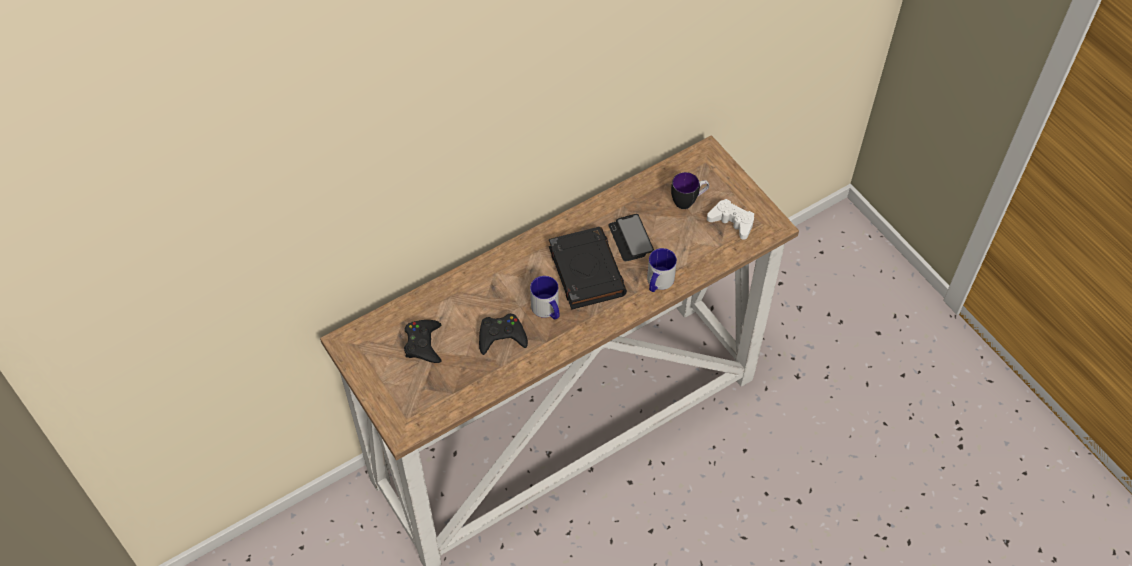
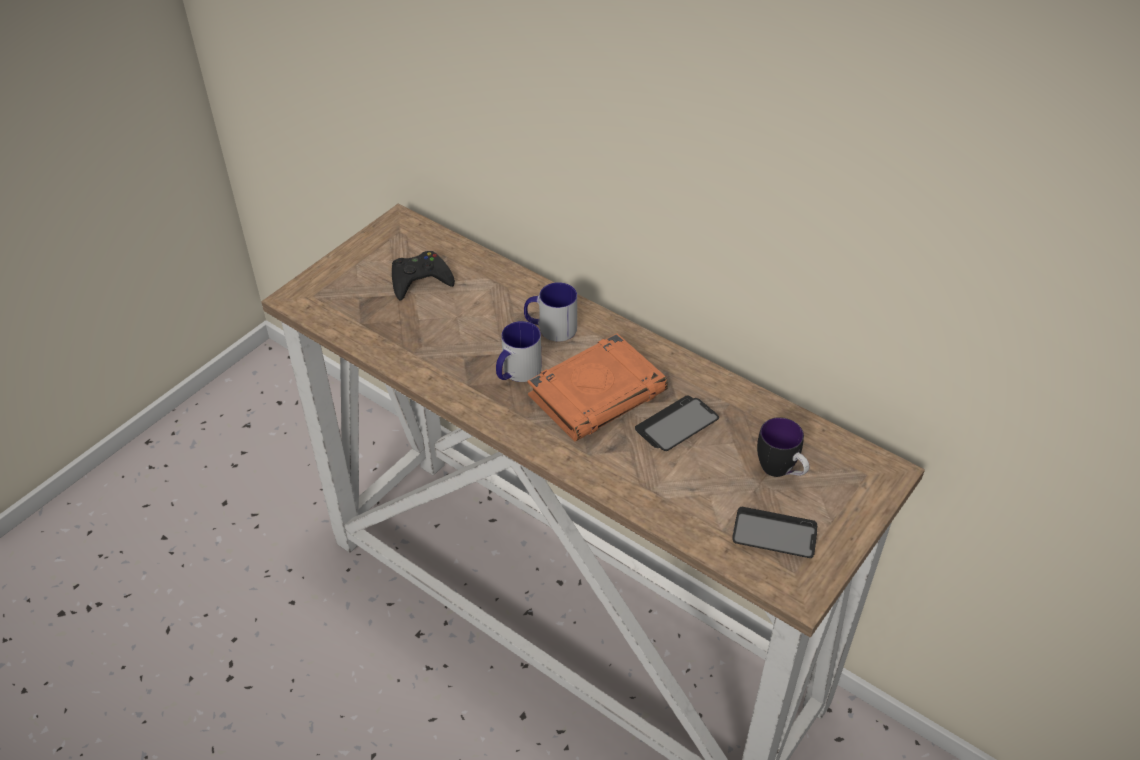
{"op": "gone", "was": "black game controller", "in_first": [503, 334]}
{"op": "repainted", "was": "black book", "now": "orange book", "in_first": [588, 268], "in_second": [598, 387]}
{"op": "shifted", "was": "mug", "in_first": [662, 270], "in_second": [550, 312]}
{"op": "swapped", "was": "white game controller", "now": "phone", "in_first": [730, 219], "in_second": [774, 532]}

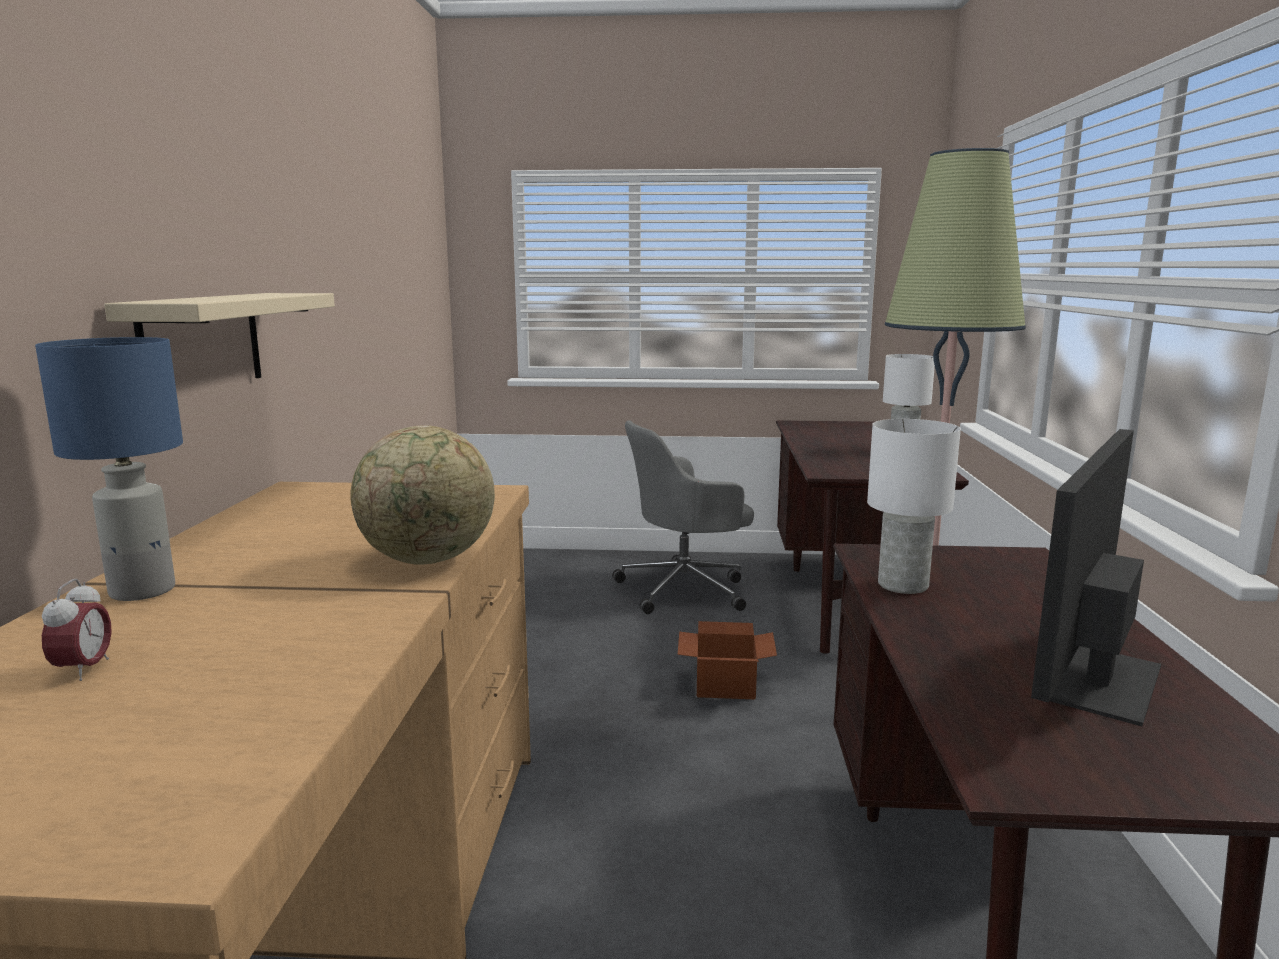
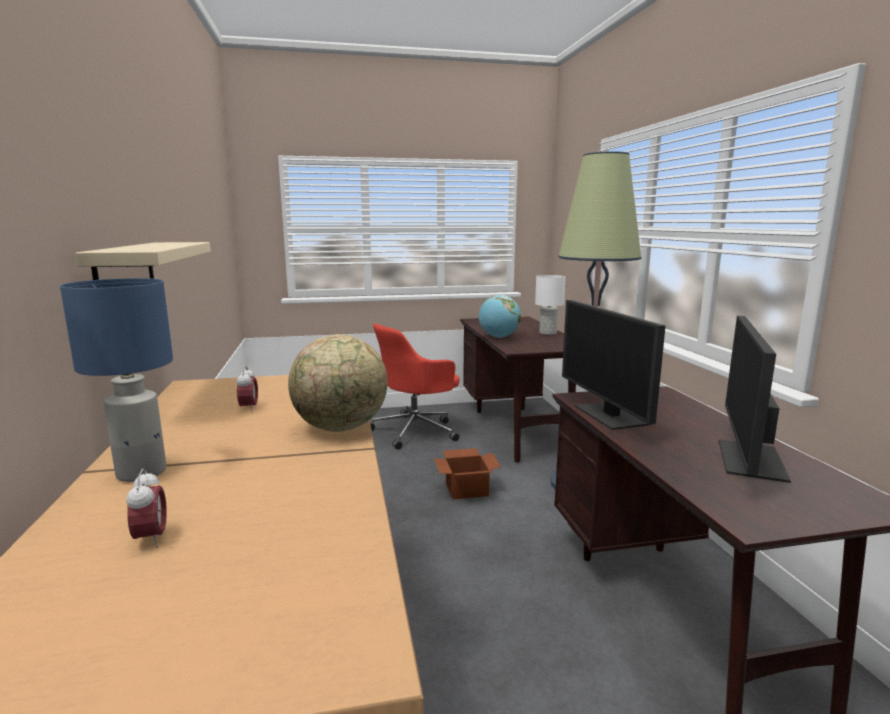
{"op": "repainted", "was": "grey office chair", "now": "red office chair", "in_first": [683, 517], "in_second": [415, 386]}
{"op": "swapped", "was": "white table lamp", "now": "monitor", "in_first": [914, 506], "in_second": [614, 365]}
{"op": "new", "now": "alarm clock", "in_second": [247, 389]}
{"op": "new", "now": "globe", "in_second": [500, 316]}

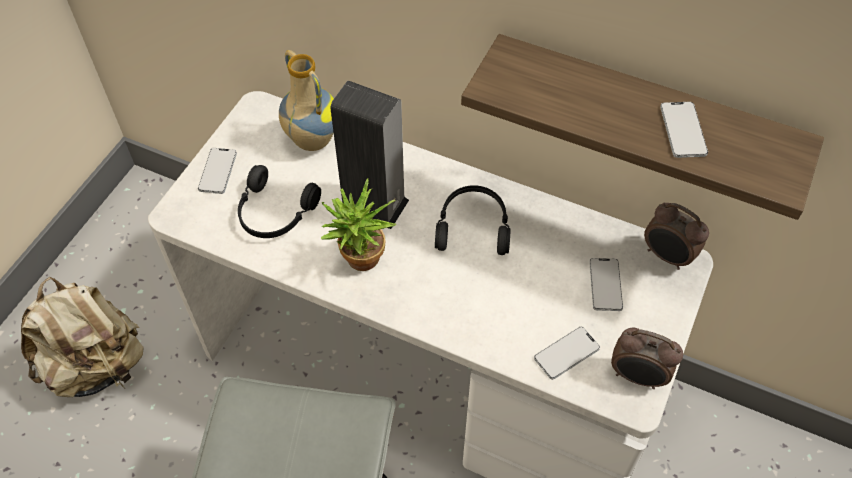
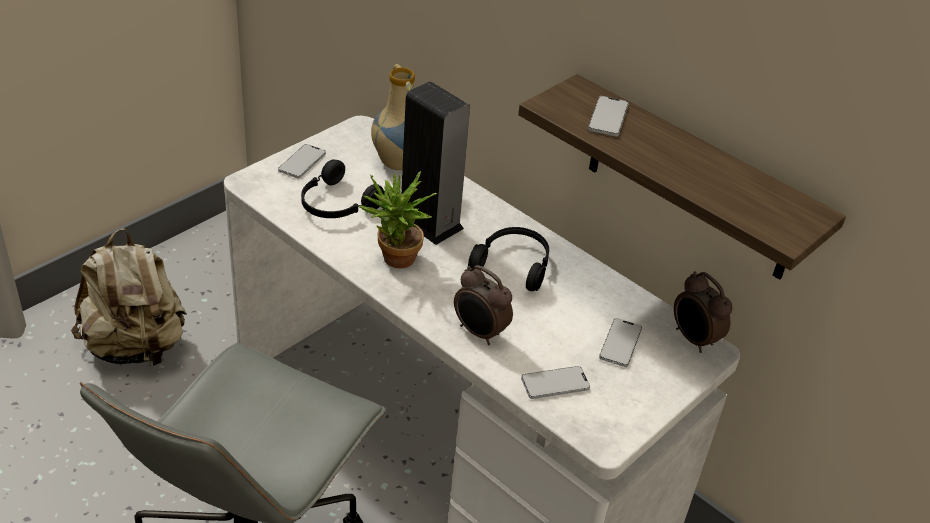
{"op": "shifted", "was": "alarm clock", "in_first": [647, 358], "in_second": [483, 305]}
{"op": "shifted", "was": "phone", "in_first": [684, 130], "in_second": [608, 116]}

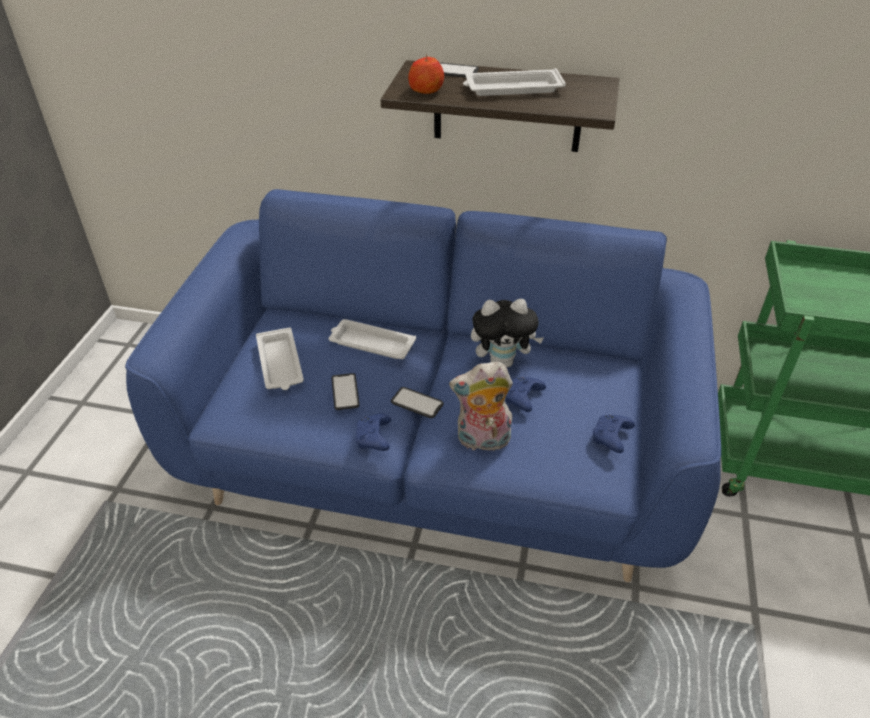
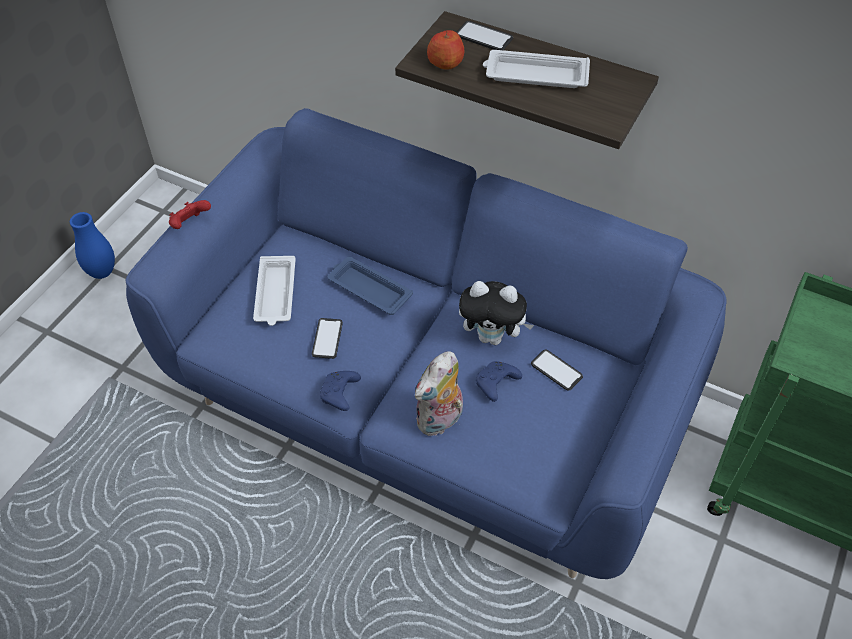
{"op": "repainted", "was": "white tray", "now": "blue tray", "in_first": [372, 339], "in_second": [370, 286]}
{"op": "shifted", "was": "phone", "in_first": [417, 402], "in_second": [557, 370]}
{"op": "rotated", "was": "plush toy", "in_first": [481, 406], "in_second": [439, 394], "clockwise": -60}
{"op": "gone", "was": "blue game controller", "in_first": [614, 434]}
{"op": "new", "now": "blue vase", "in_second": [92, 245]}
{"op": "new", "now": "red game controller", "in_second": [190, 214]}

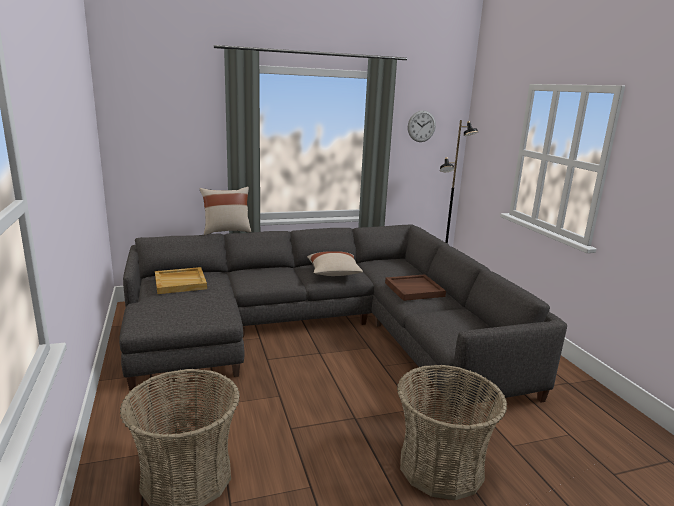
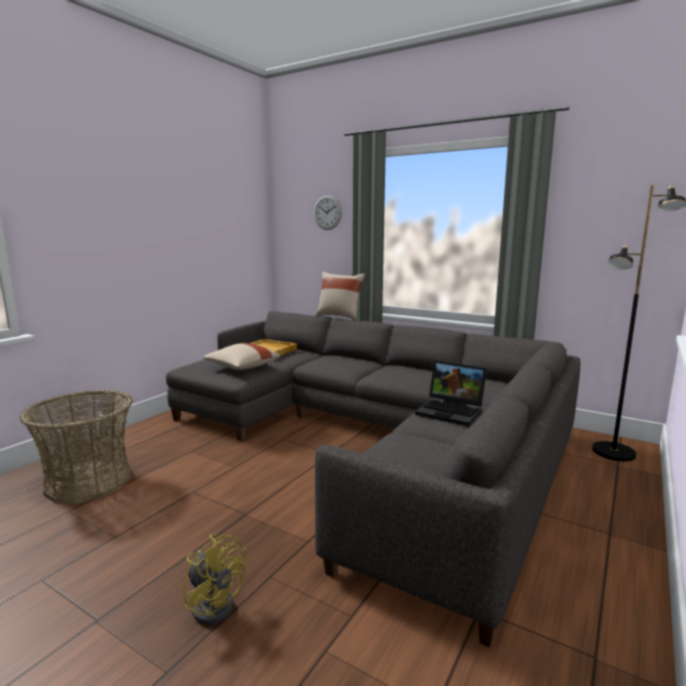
{"op": "shifted", "was": "beige pillow", "in_first": [335, 263], "in_second": [241, 356]}
{"op": "swapped", "was": "brown tray", "now": "laptop", "in_first": [415, 287], "in_second": [451, 393]}
{"op": "swapped", "was": "basket", "now": "yellow fan", "in_first": [452, 432], "in_second": [215, 579]}
{"op": "shifted", "was": "wall clock", "in_first": [422, 126], "in_second": [328, 212]}

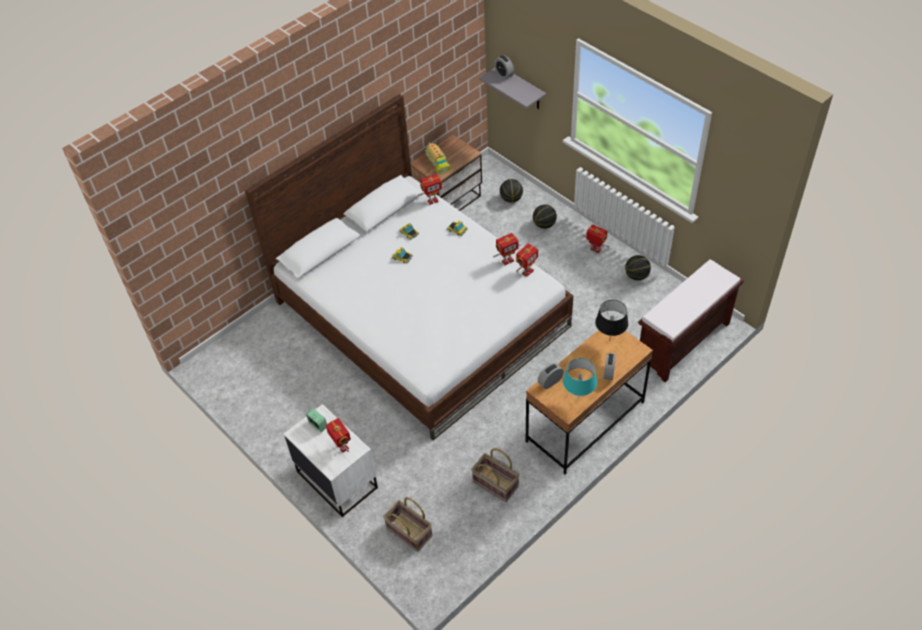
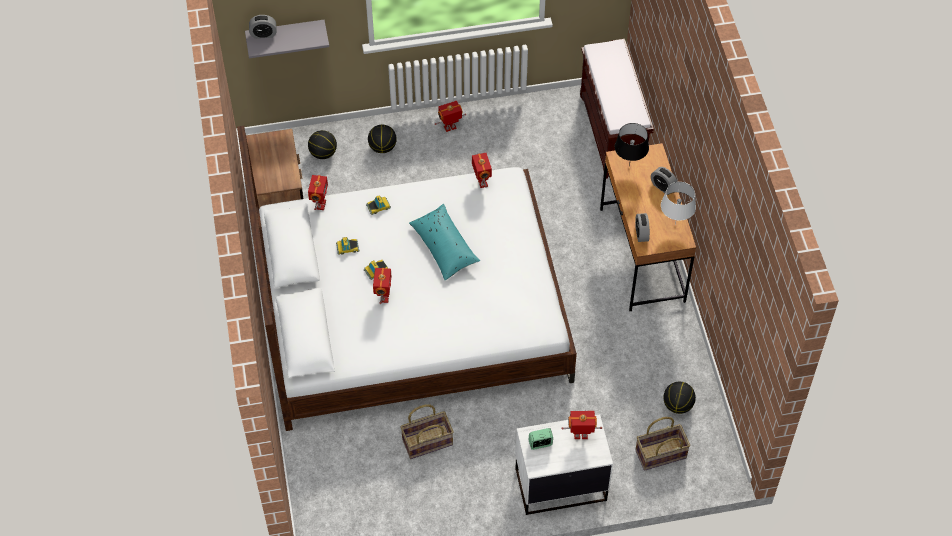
{"op": "gone", "was": "toy truck", "in_first": [438, 158]}
{"op": "shifted", "was": "basket", "in_first": [495, 475], "in_second": [427, 432]}
{"op": "shifted", "was": "toy robot", "in_first": [507, 249], "in_second": [382, 286]}
{"op": "repainted", "was": "turquoise table lamp", "now": "white table lamp", "in_first": [580, 379], "in_second": [678, 203]}
{"op": "shifted", "was": "basketball", "in_first": [638, 267], "in_second": [679, 398]}
{"op": "new", "now": "turquoise pillow", "in_second": [444, 242]}

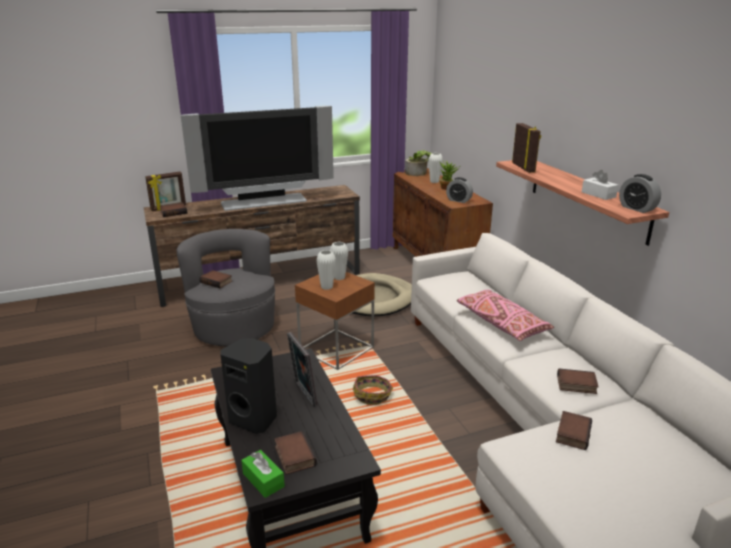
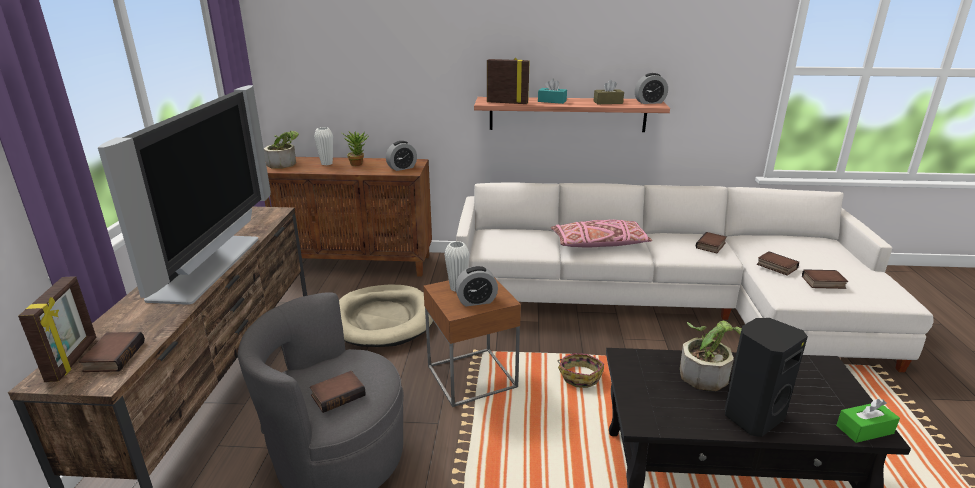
{"op": "shifted", "was": "book", "in_first": [295, 453], "in_second": [825, 279]}
{"op": "swapped", "was": "picture frame", "now": "potted plant", "in_first": [302, 369], "in_second": [711, 356]}
{"op": "swapped", "was": "white vase", "now": "alarm clock", "in_first": [326, 270], "in_second": [476, 286]}
{"op": "repainted", "was": "white tissue box", "now": "brown tissue box", "in_first": [600, 185], "in_second": [609, 92]}
{"op": "new", "now": "turquoise tissue box", "in_second": [552, 91]}

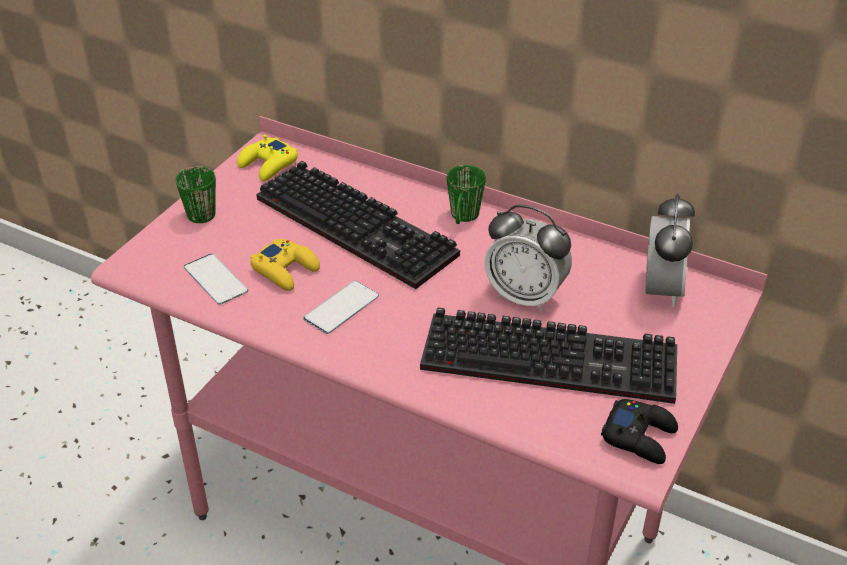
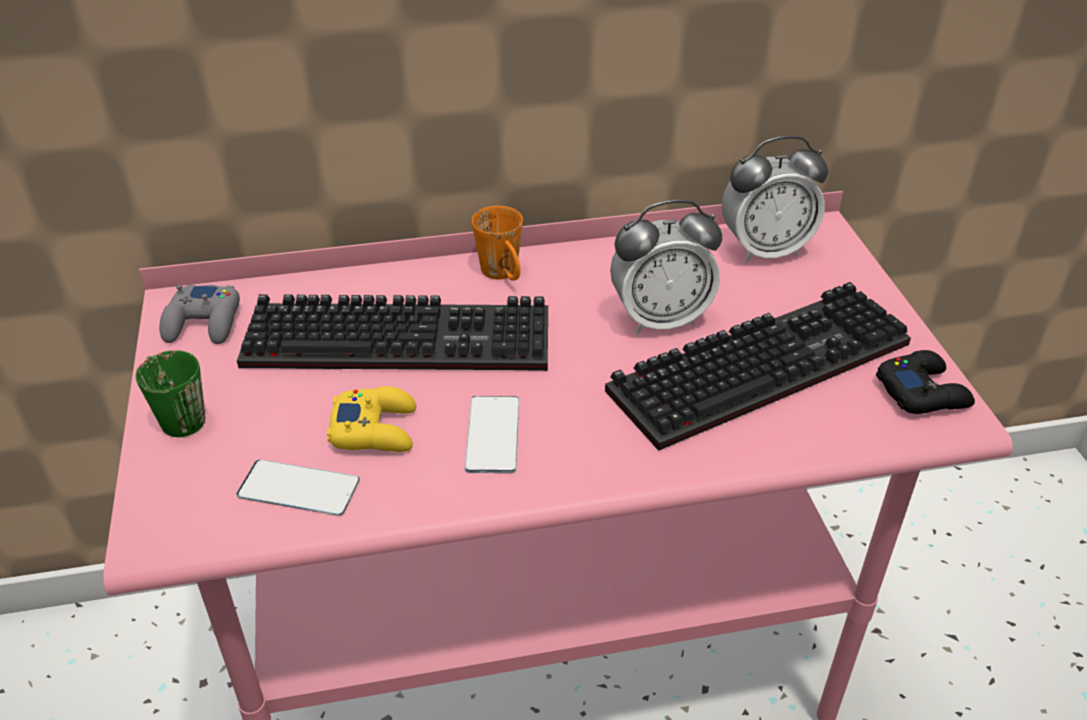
{"op": "repainted", "was": "yellow game controller", "now": "grey game controller", "in_first": [267, 157], "in_second": [199, 314]}
{"op": "repainted", "was": "green mug", "now": "orange mug", "in_first": [466, 194], "in_second": [497, 243]}
{"op": "rotated", "was": "alarm clock", "in_first": [670, 250], "in_second": [775, 199], "clockwise": 105}

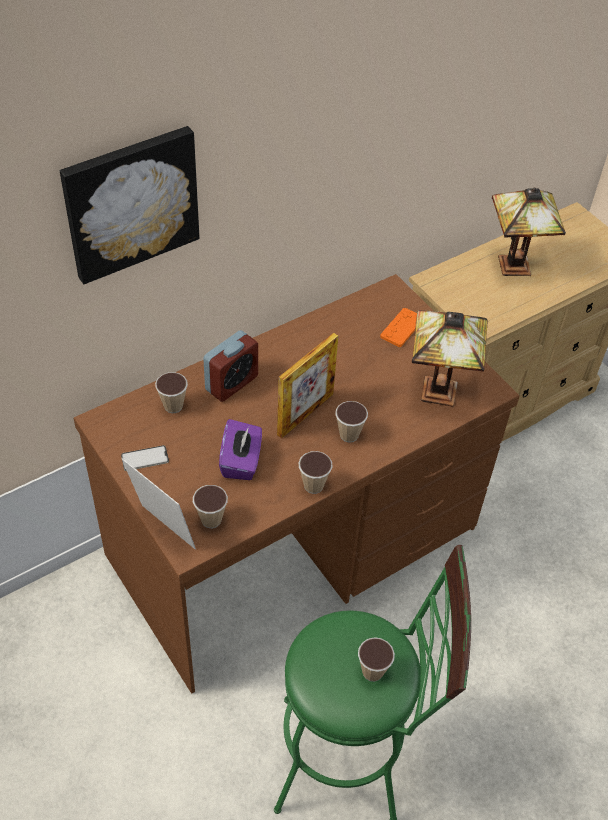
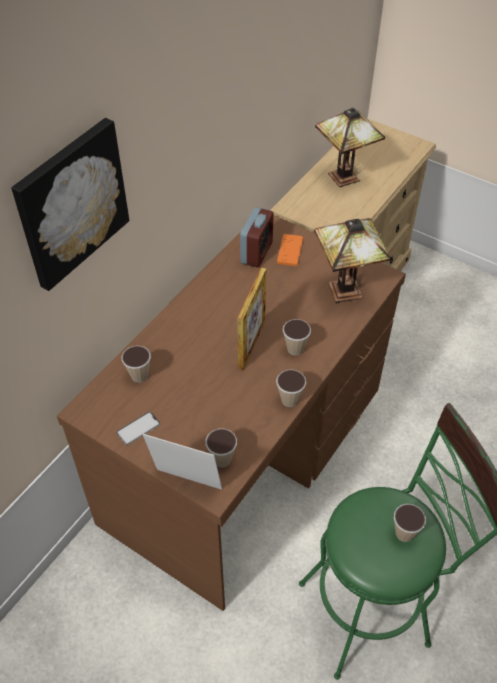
{"op": "shifted", "was": "alarm clock", "in_first": [230, 366], "in_second": [257, 237]}
{"op": "gone", "was": "purple tissue box", "in_first": [240, 449]}

